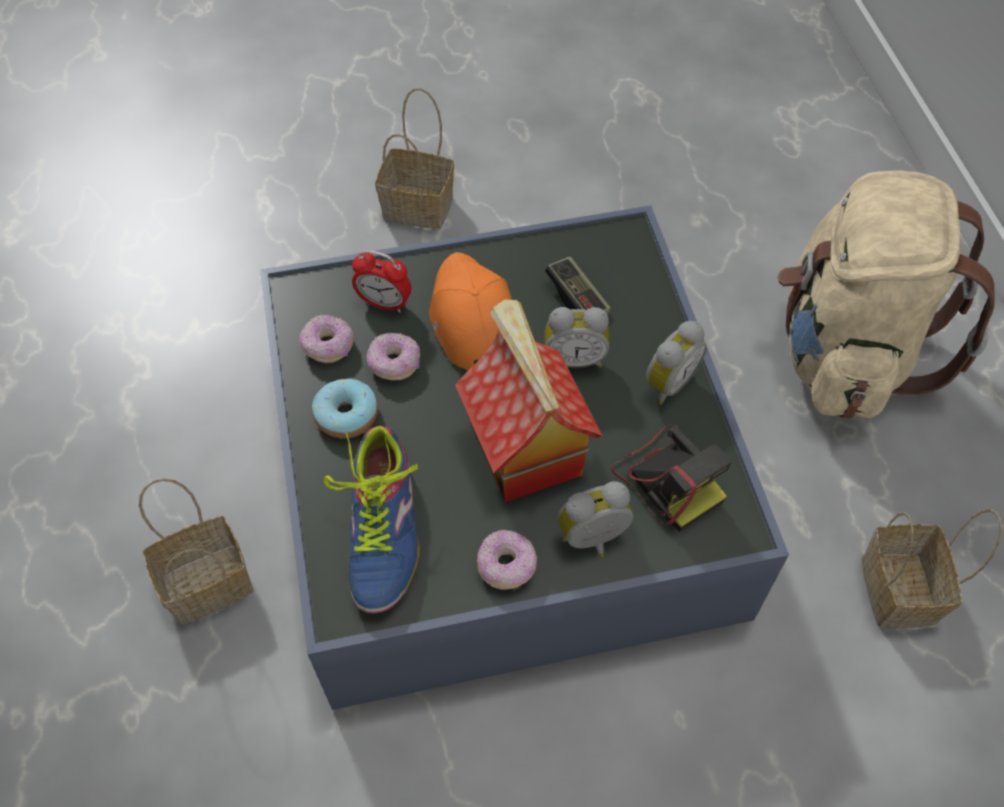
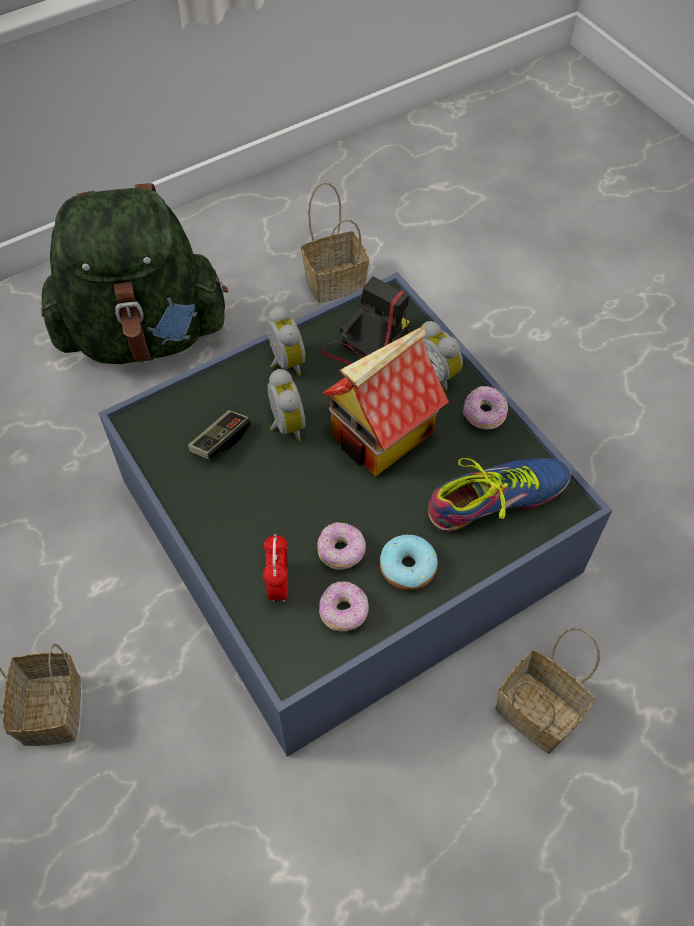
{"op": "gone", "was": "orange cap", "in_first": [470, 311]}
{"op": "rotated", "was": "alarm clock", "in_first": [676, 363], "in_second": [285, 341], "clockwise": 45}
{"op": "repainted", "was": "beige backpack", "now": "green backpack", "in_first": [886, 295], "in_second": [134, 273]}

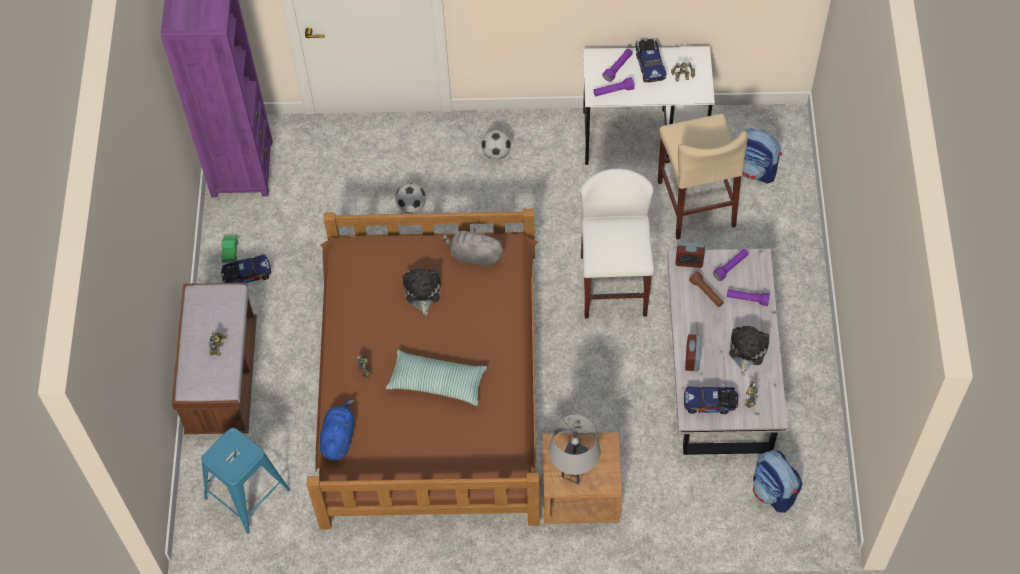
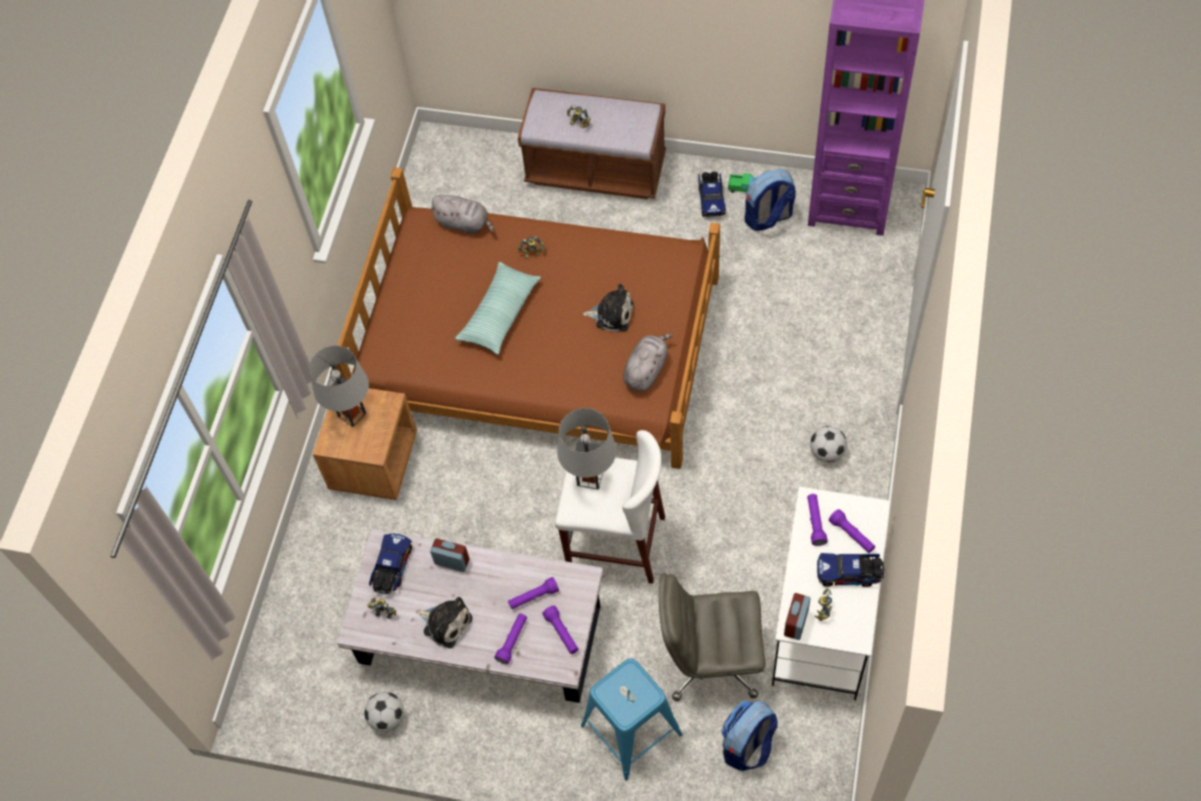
{"op": "shifted", "was": "blue stool", "in_first": [245, 481], "in_second": [631, 719]}
{"op": "repainted", "was": "blue plush toy", "now": "grey plush toy", "in_first": [337, 429], "in_second": [461, 214]}
{"op": "shifted", "was": "football", "in_first": [410, 198], "in_second": [384, 712]}
{"op": "swapped", "was": "beige stool", "now": "grey office chair", "in_first": [703, 176], "in_second": [712, 637]}
{"op": "shifted", "was": "alarm clock", "in_first": [690, 255], "in_second": [797, 616]}
{"op": "repainted", "was": "brown flashlight", "now": "purple flashlight", "in_first": [706, 289], "in_second": [533, 593]}
{"op": "shifted", "was": "backpack", "in_first": [778, 481], "in_second": [770, 200]}
{"op": "new", "now": "grey table lamp", "in_second": [586, 449]}

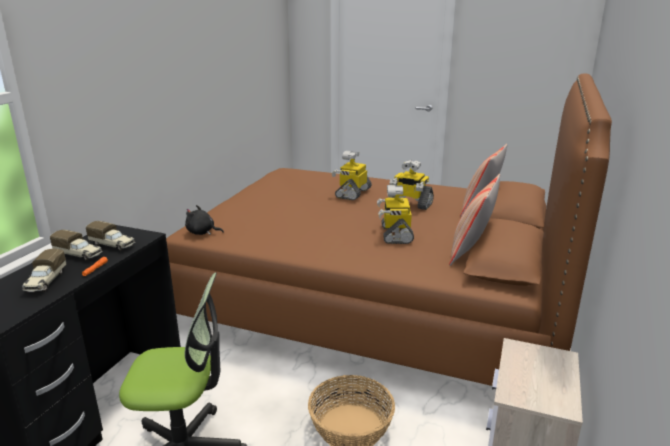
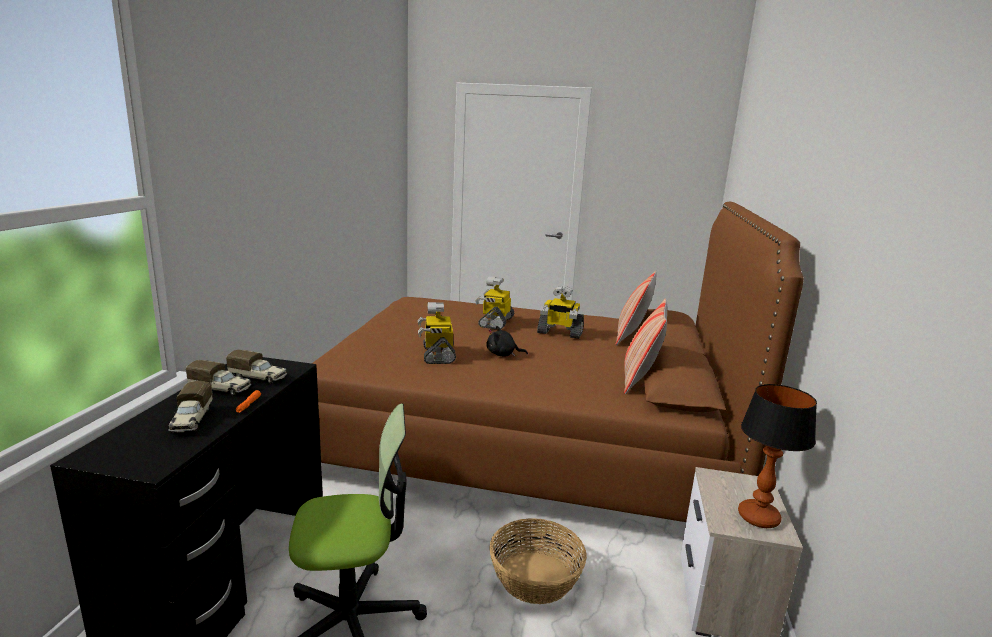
{"op": "shifted", "was": "black plush toy", "in_first": [204, 220], "in_second": [507, 341]}
{"op": "shifted", "was": "toy robot", "in_first": [395, 214], "in_second": [437, 333]}
{"op": "new", "now": "table lamp", "in_second": [777, 456]}

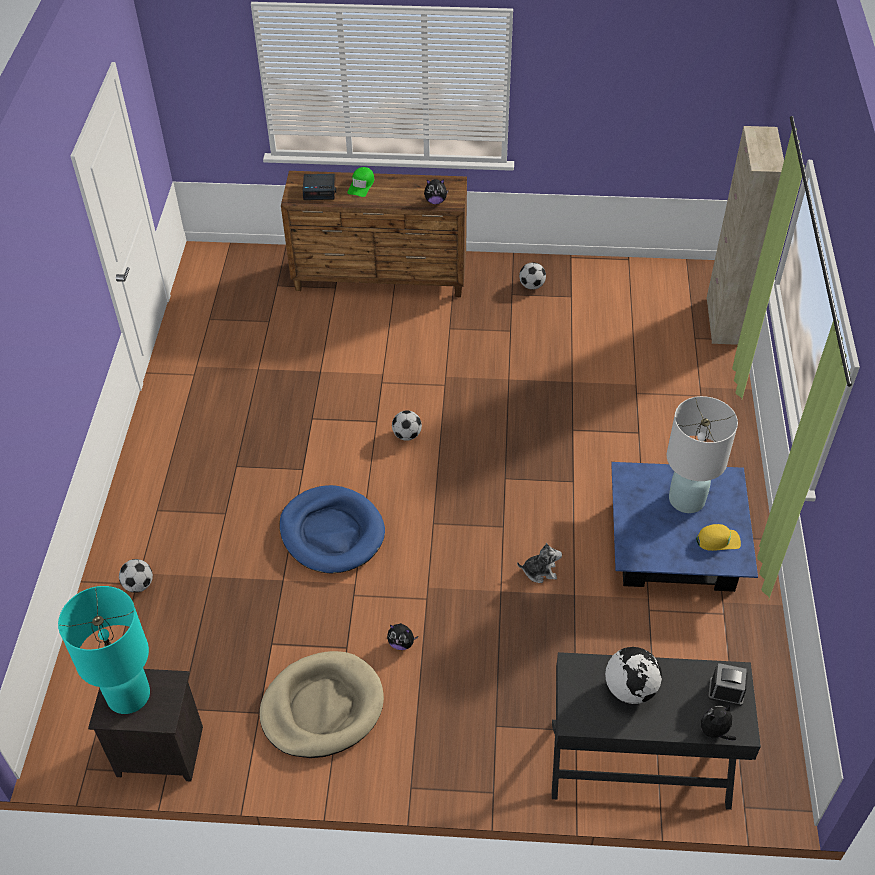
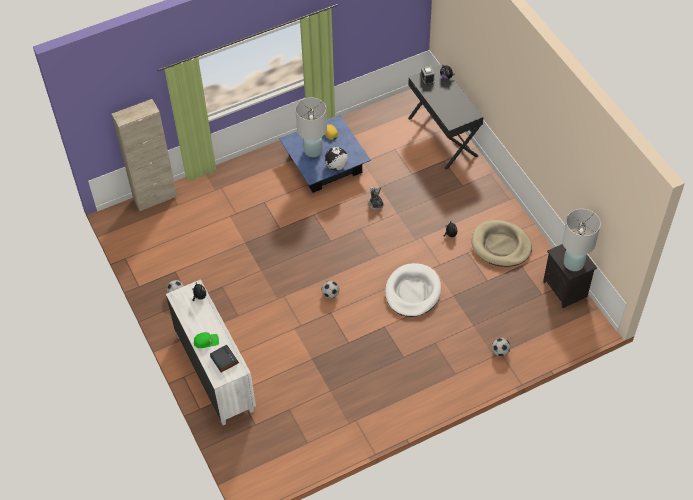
{"op": "repainted", "was": "turquoise table lamp", "now": "white table lamp", "in_first": [104, 650], "in_second": [581, 240]}
{"op": "repainted", "was": "blue dog bed", "now": "white dog bed", "in_first": [332, 529], "in_second": [413, 290]}
{"op": "repainted", "was": "brown dresser", "now": "white dresser", "in_first": [374, 234], "in_second": [211, 352]}
{"op": "shifted", "was": "globe", "in_first": [633, 675], "in_second": [336, 159]}

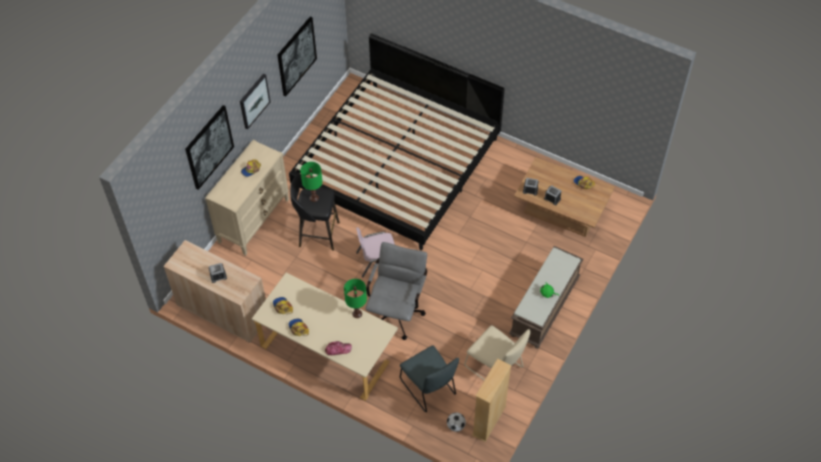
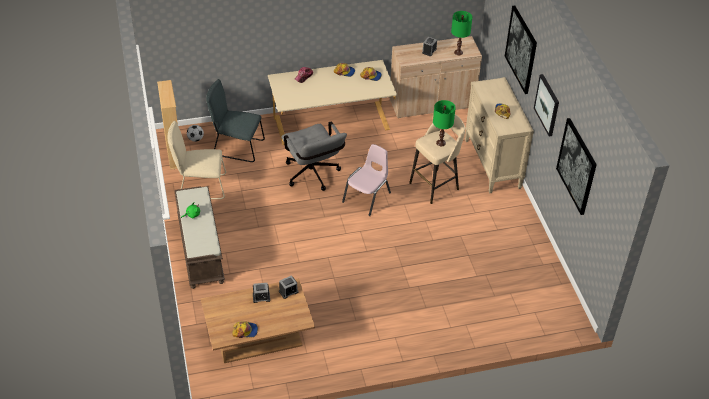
{"op": "gone", "was": "bed", "in_first": [397, 141]}
{"op": "repainted", "was": "black stool", "now": "beige stool", "in_first": [315, 213], "in_second": [437, 159]}
{"op": "shifted", "was": "green table lamp", "in_first": [355, 298], "in_second": [462, 33]}

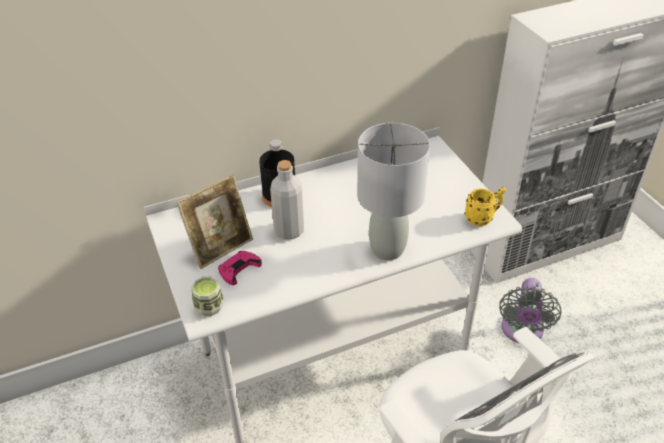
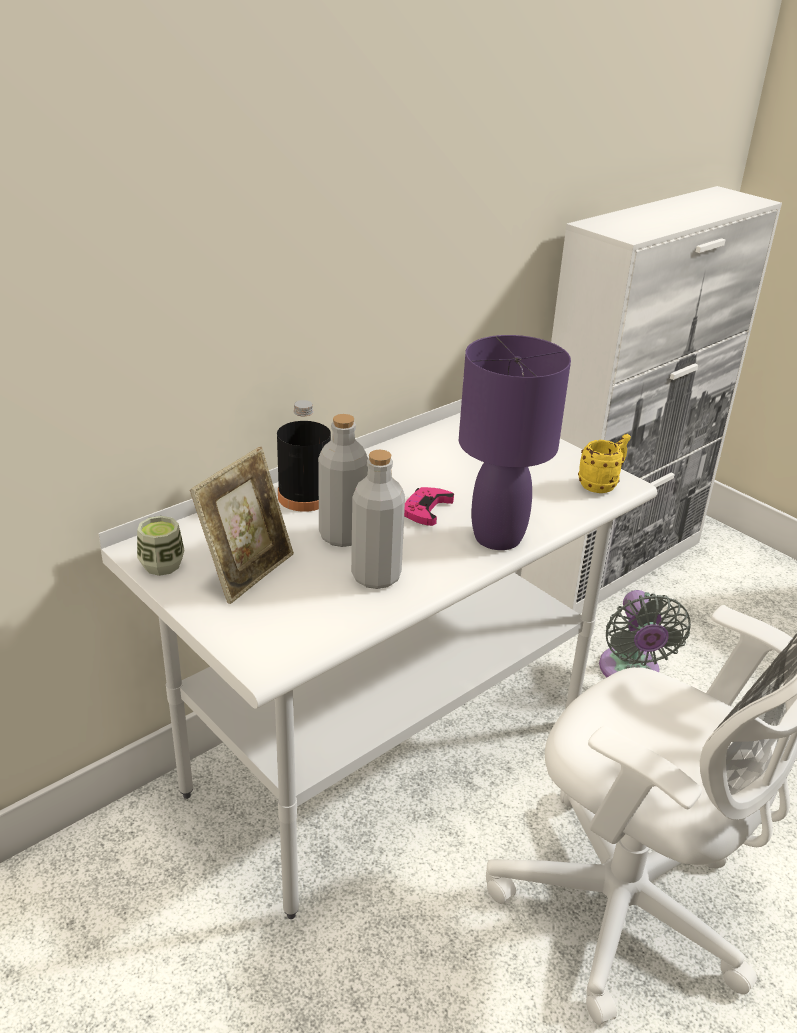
{"op": "shifted", "was": "cup", "in_first": [208, 296], "in_second": [160, 546]}
{"op": "shifted", "was": "pink game controller", "in_first": [240, 268], "in_second": [429, 506]}
{"op": "repainted", "was": "grey table lamp", "now": "purple table lamp", "in_first": [393, 191], "in_second": [515, 442]}
{"op": "new", "now": "grey bottle", "in_second": [378, 519]}

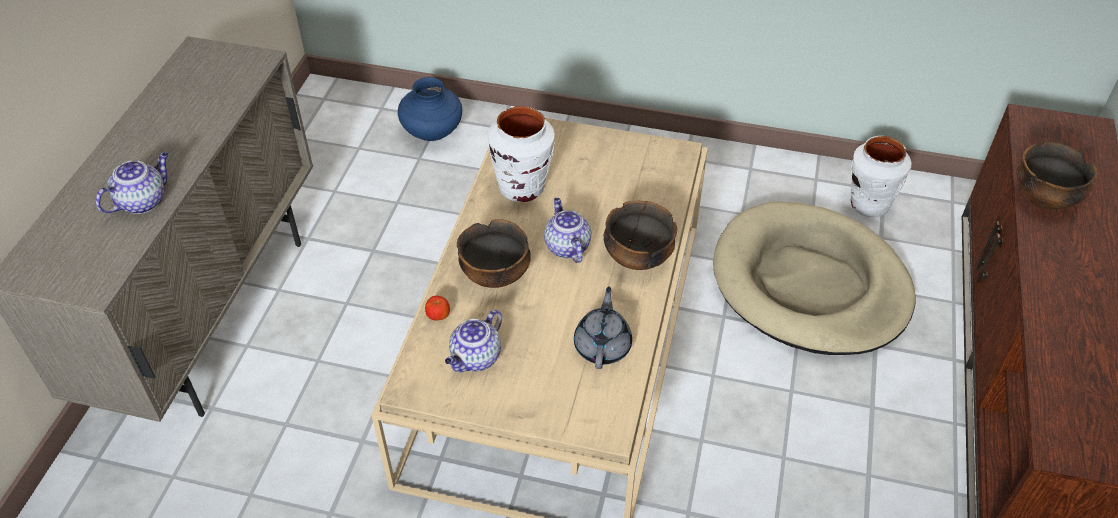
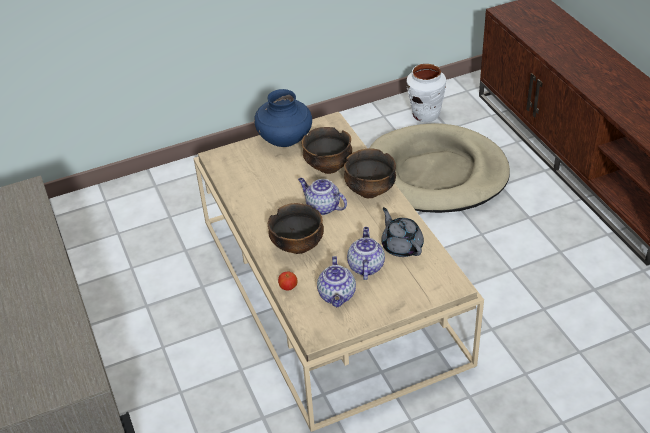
{"op": "shifted", "was": "teapot", "in_first": [132, 183], "in_second": [366, 253]}
{"op": "shifted", "was": "blue vase", "in_first": [430, 109], "in_second": [283, 118]}
{"op": "gone", "was": "white vase", "in_first": [521, 154]}
{"op": "shifted", "was": "bowl", "in_first": [1057, 176], "in_second": [327, 150]}

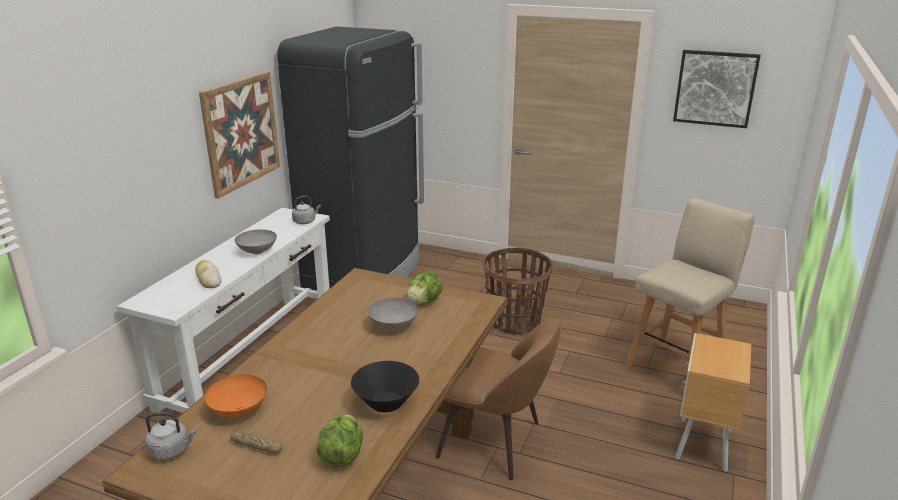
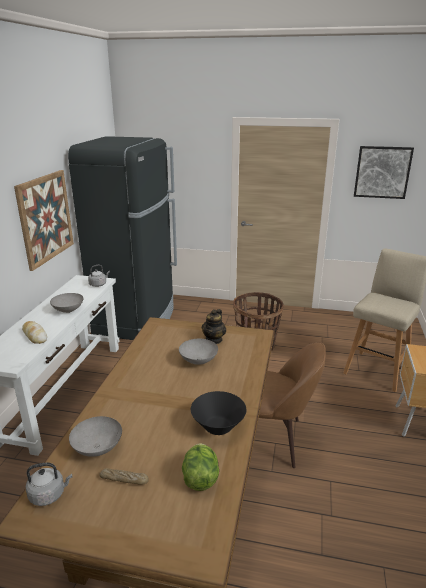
{"op": "repainted", "was": "orange bowl", "now": "grey bowl", "in_first": [236, 396], "in_second": [95, 436]}
{"op": "swapped", "was": "lettuce", "now": "teapot", "in_first": [425, 288], "in_second": [214, 326]}

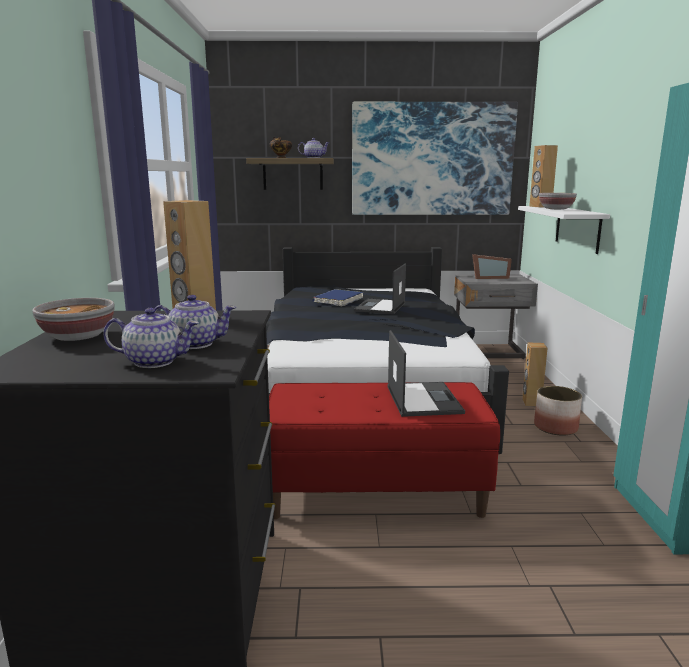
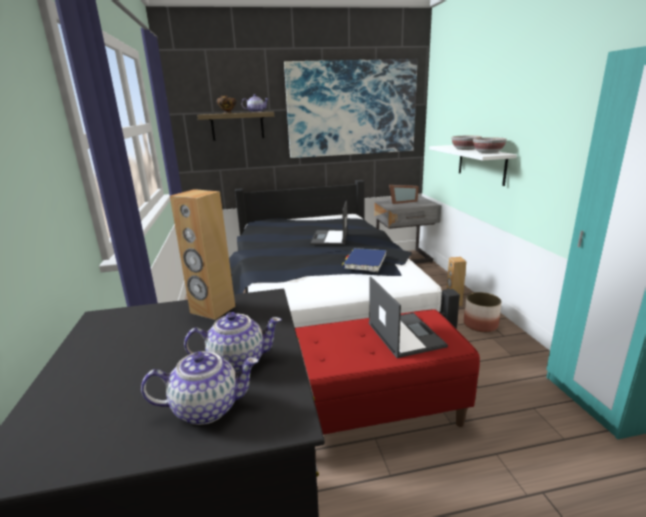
{"op": "shifted", "was": "bowl", "in_first": [73, 319], "in_second": [490, 145]}
{"op": "shifted", "was": "blue book", "in_first": [338, 297], "in_second": [364, 260]}
{"op": "gone", "was": "brown speaker", "in_first": [543, 176]}

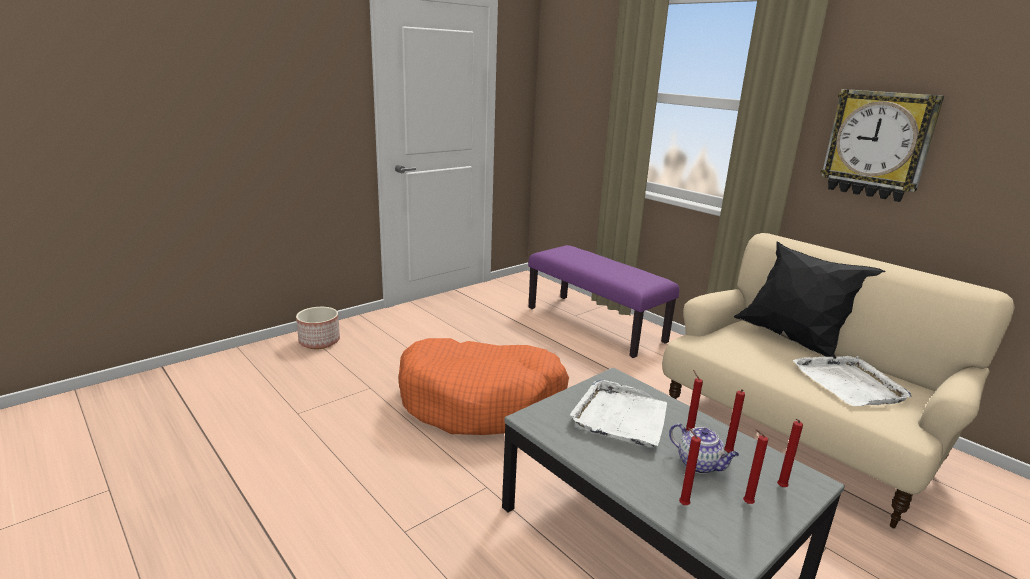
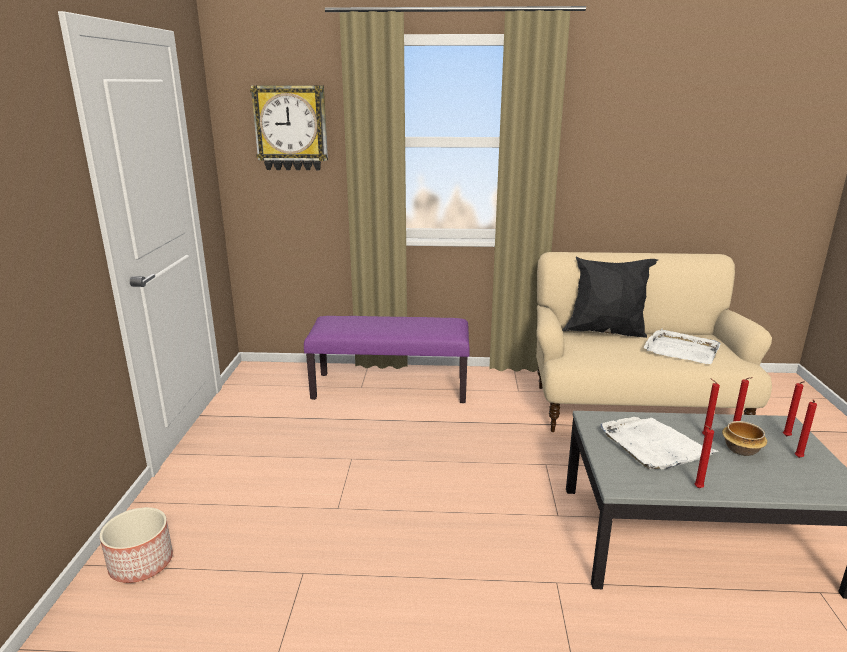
{"op": "gone", "was": "orange dog bed", "in_first": [484, 386]}
{"op": "swapped", "was": "teapot", "now": "bowl", "in_first": [704, 448], "in_second": [744, 438]}
{"op": "shifted", "was": "red candle", "in_first": [690, 466], "in_second": [704, 456]}
{"op": "shifted", "was": "wall clock", "in_first": [882, 145], "in_second": [289, 127]}

